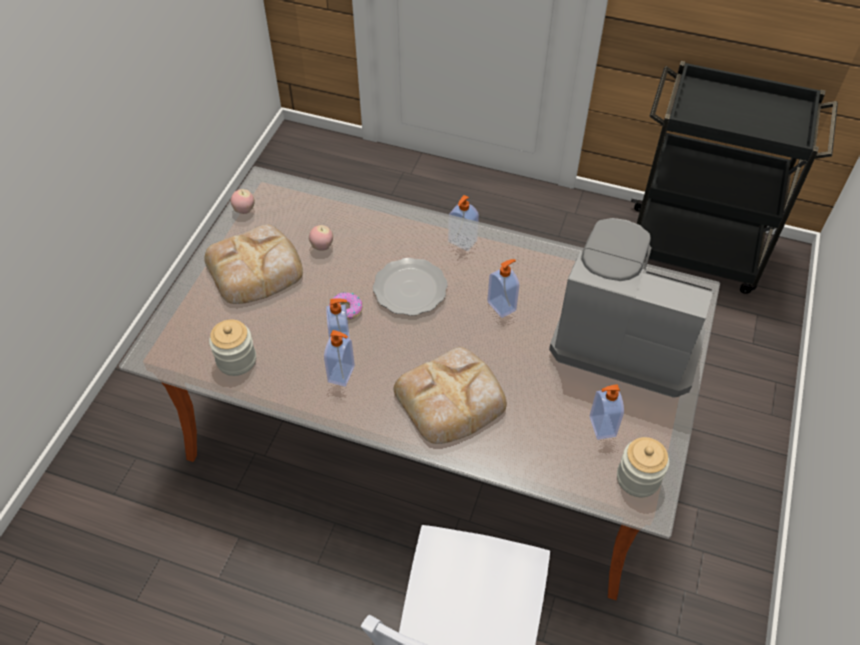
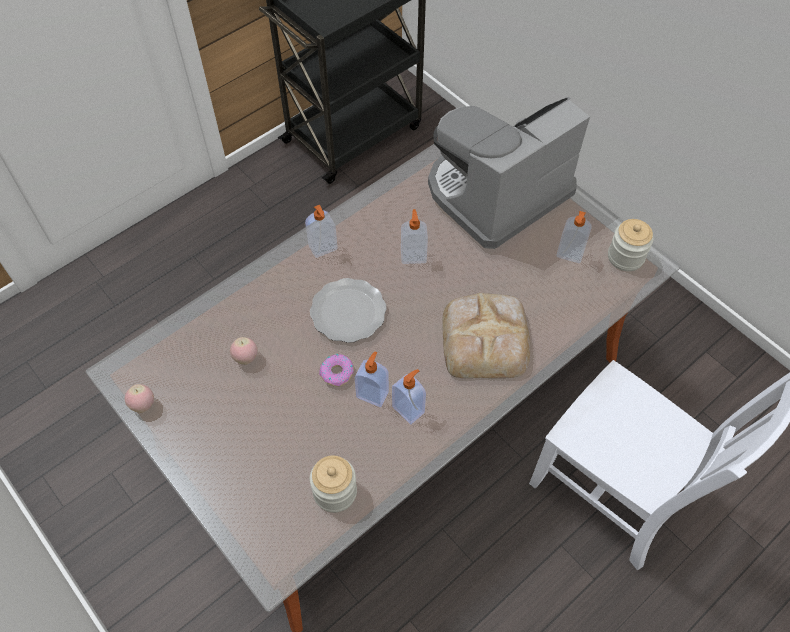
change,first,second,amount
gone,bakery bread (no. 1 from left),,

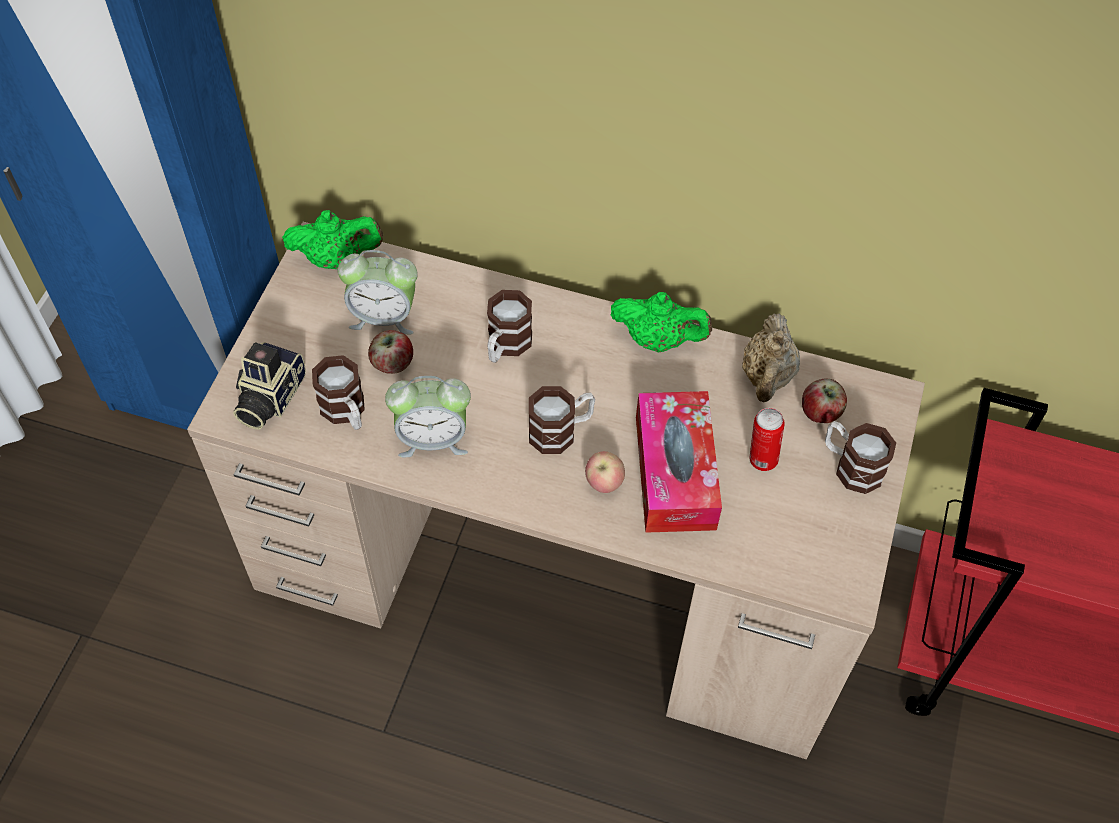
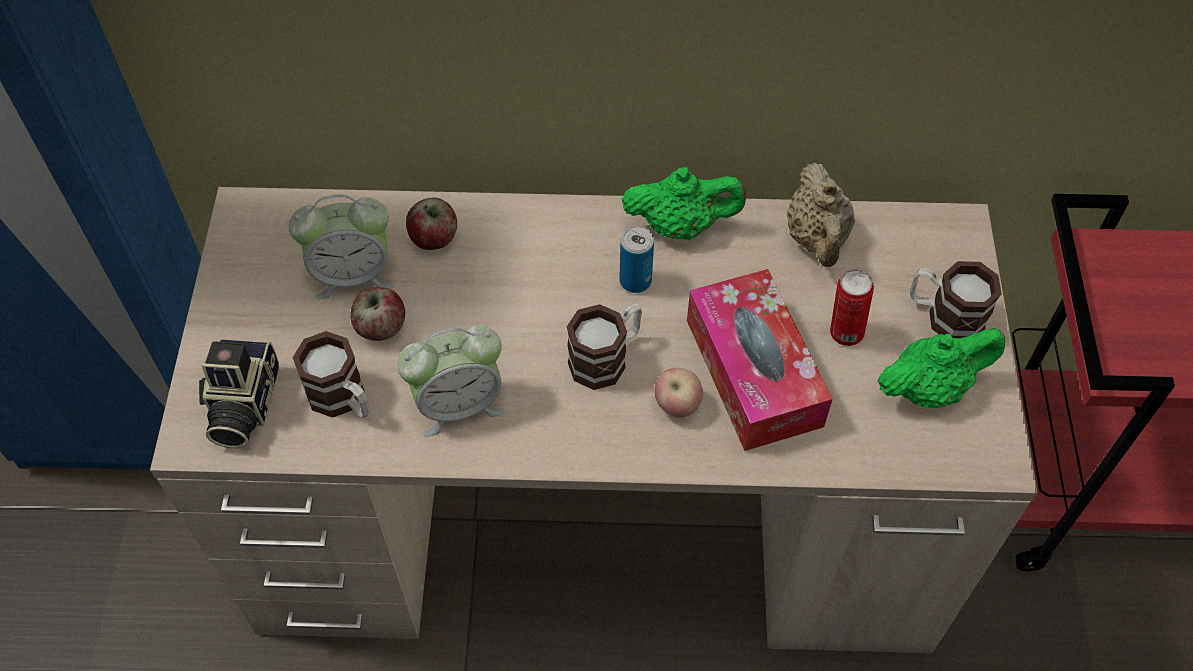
change,first,second,amount
gone,mug (no. 2 from left),,
new,,sealed can (no. 1 from left),
shifted,green-coloured pot for tea (no. 1 from left in the first image),green-coloured pot for tea (no. 2 from left),
shifted,apple (no. 3 from left in the first image),apple (no. 2 from left),

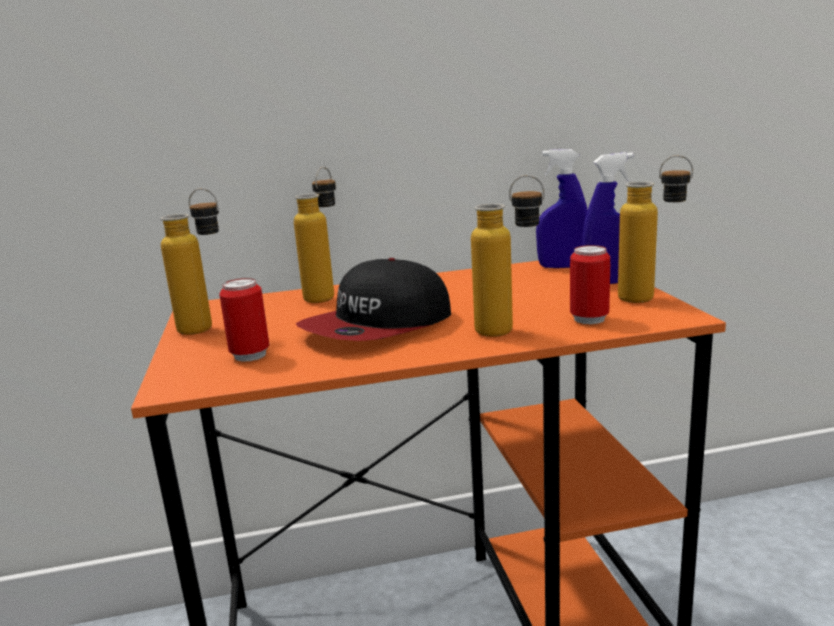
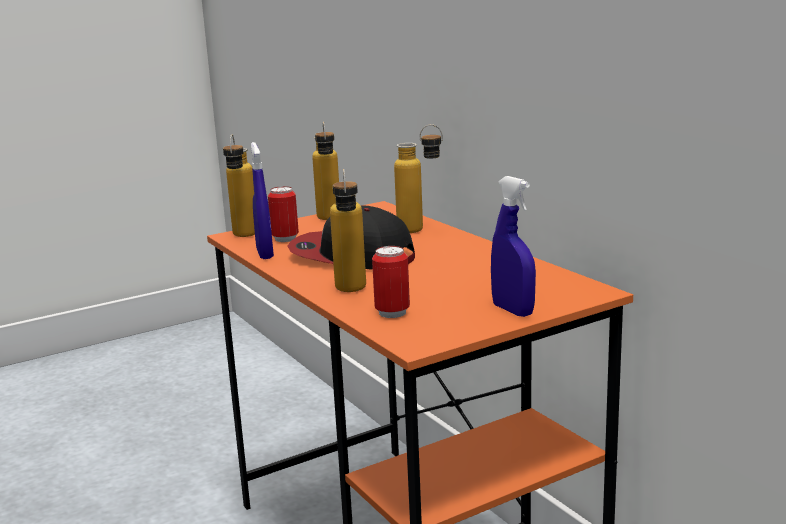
change,first,second,amount
shifted,blue-coloured spray bottle (no. 1 from left),,
shifted,beverage bottle (no. 4 from left in the first image),beverage bottle (no. 1 from left),

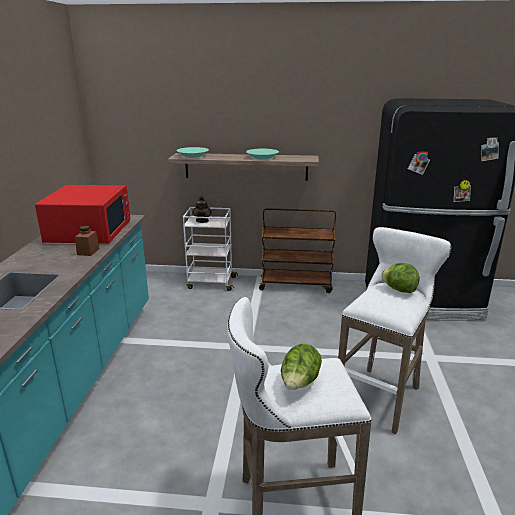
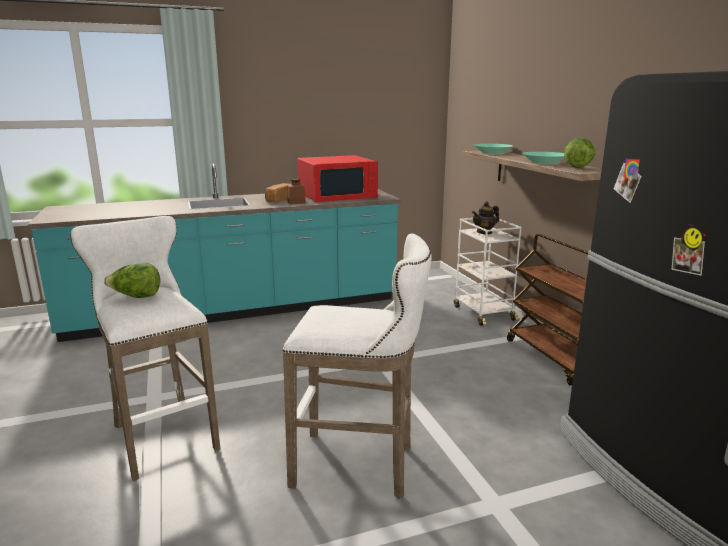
change,first,second,amount
new,,bakery bread,
shifted,lettuce head (no. 2 from left),,

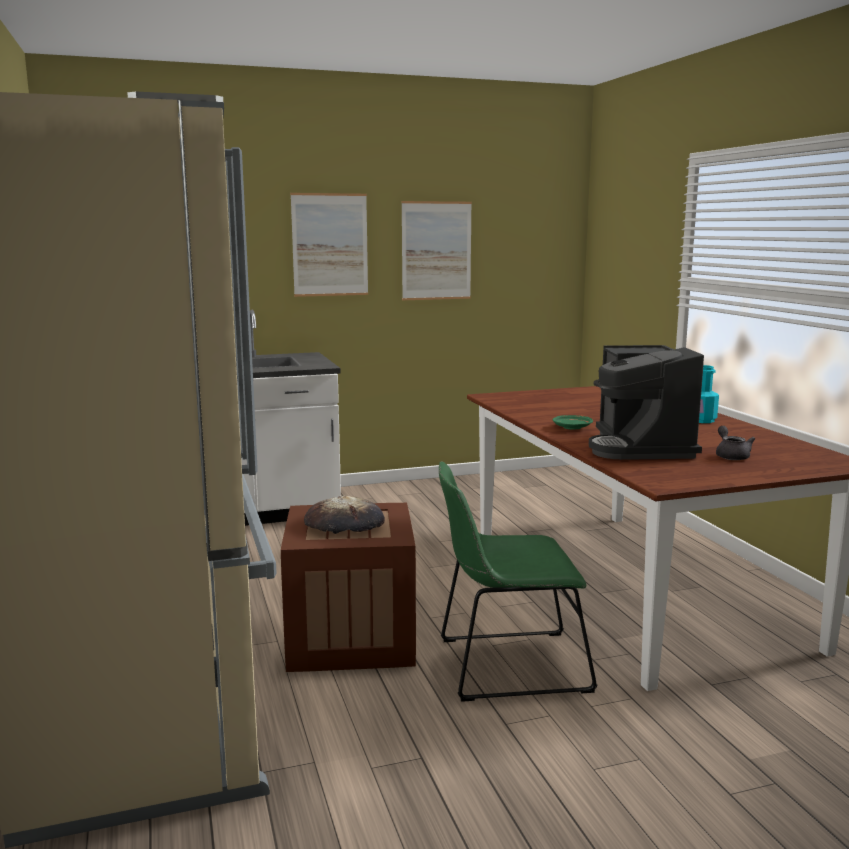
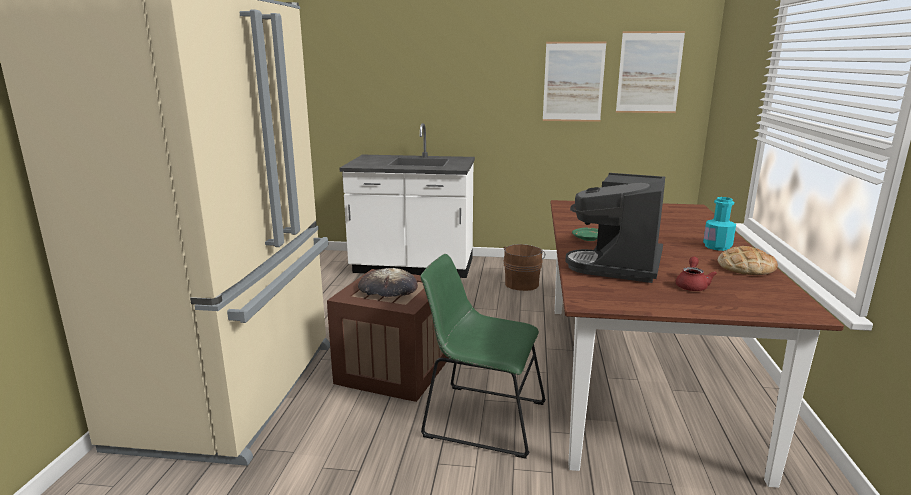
change,first,second,amount
new,,brownish water bucket,
new,,bakery bread (no. 2 from left),
shifted,wall picture (no. 1 from left in the first image),wall picture (no. 2 from left),
repainted,grey pot for tea,reddish pot for tea,

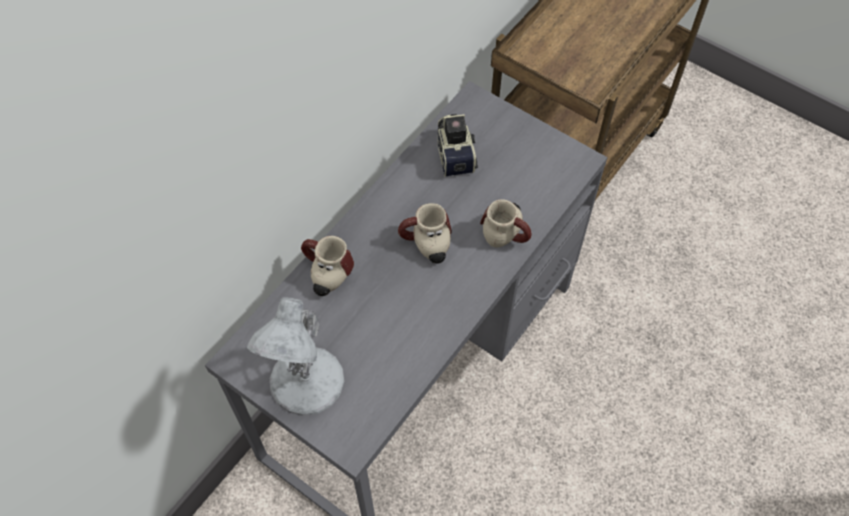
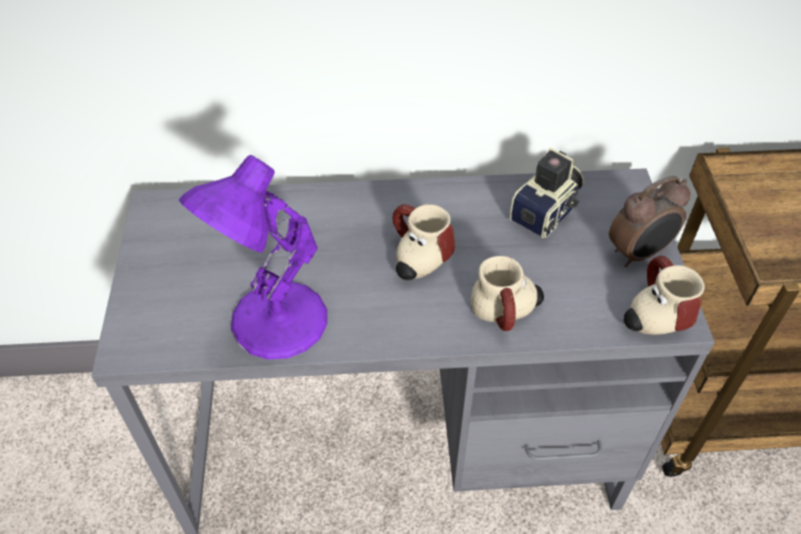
change,first,second,amount
gone,white table lamp,,
new,,purple table lamp,
new,,alarm clock,
shifted,mug (no. 1 from left in the first image),mug (no. 3 from left),

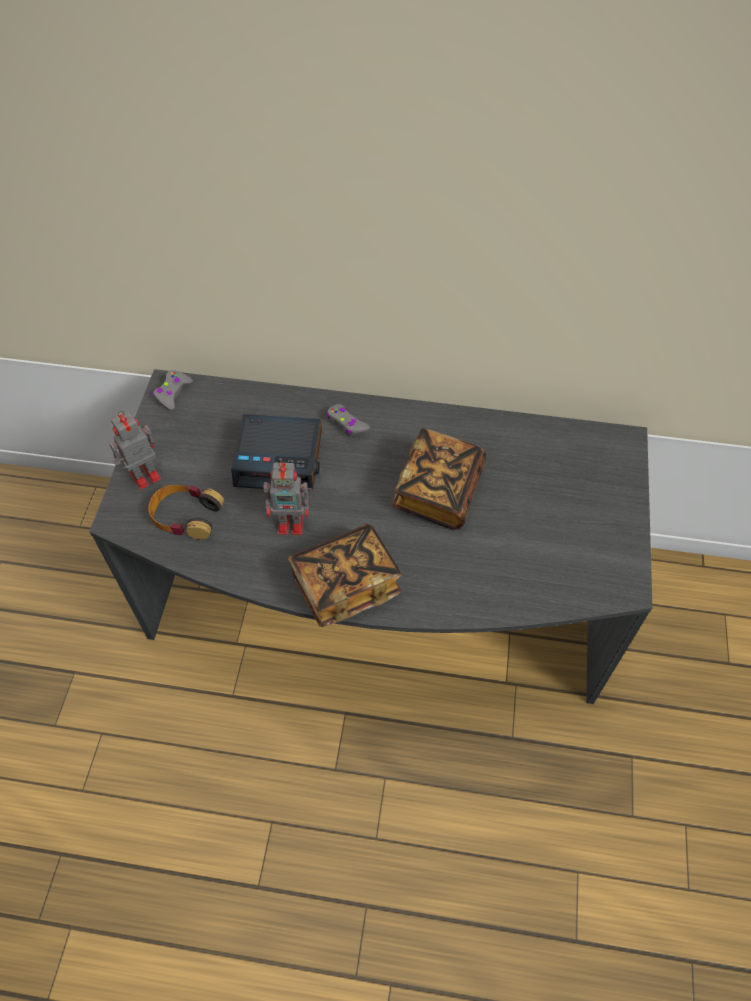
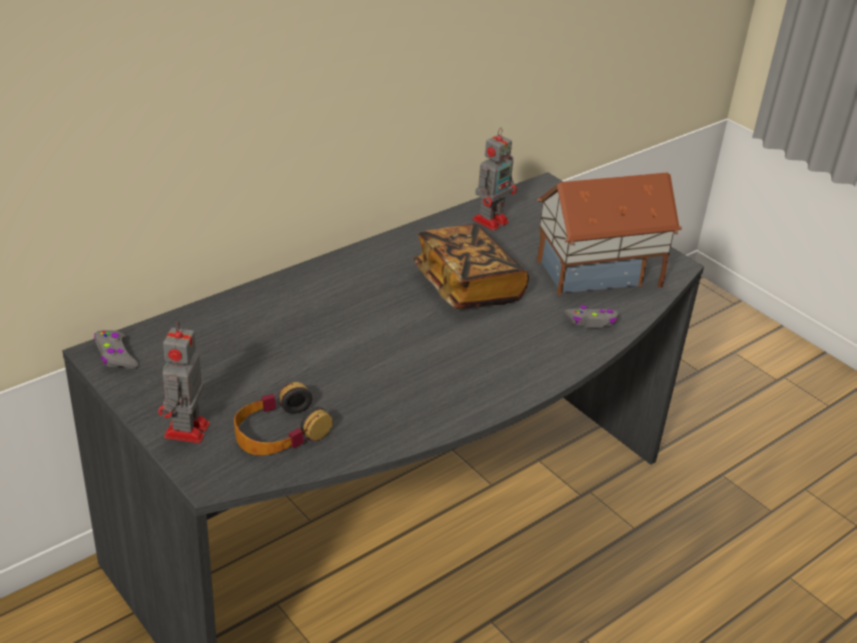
change,first,second,amount
gone,alarm clock,,
gone,volume (no. 1 from left),,
new,,miniature house,
shifted,model robot (no. 2 from left),,
shifted,grey joypad (no. 2 from left),,

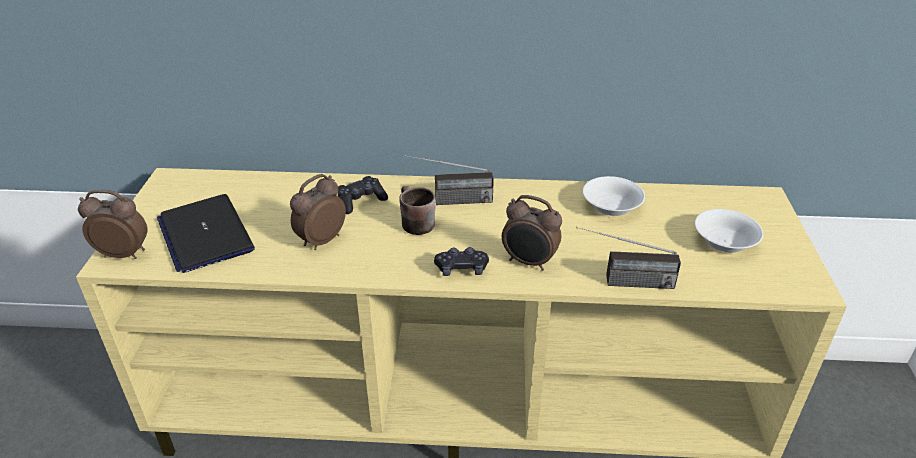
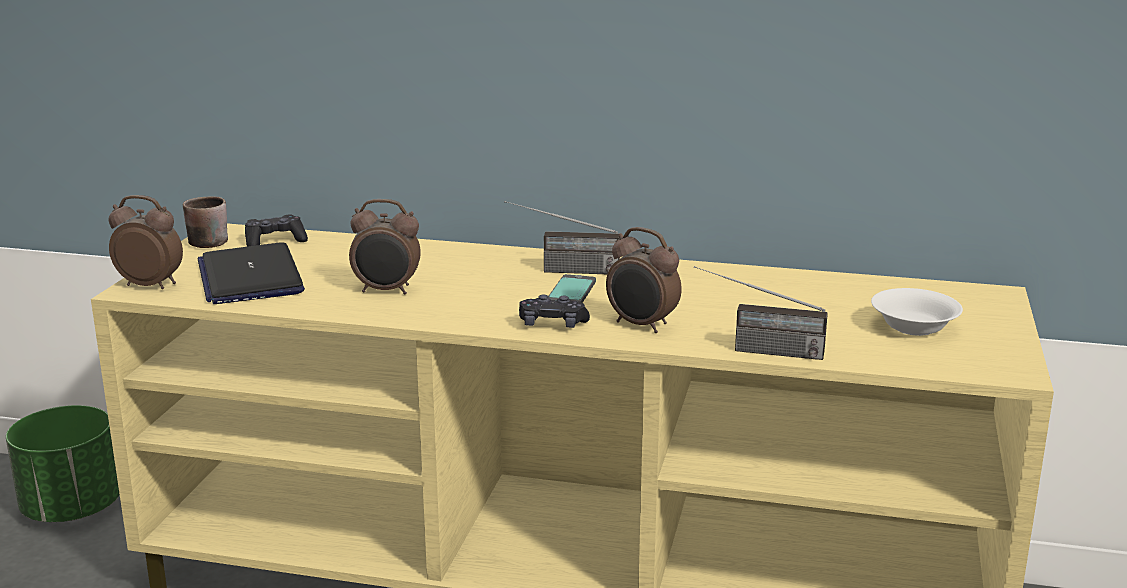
change,first,second,amount
gone,white serving bowl (no. 1 from left),,
new,,green-coloured plant pot,
new,,phone,
shifted,black joypad (no. 1 from left),,
shifted,brownish mug,,
rotated,alarm clock (no. 2 from left),,135 degrees counterclockwise

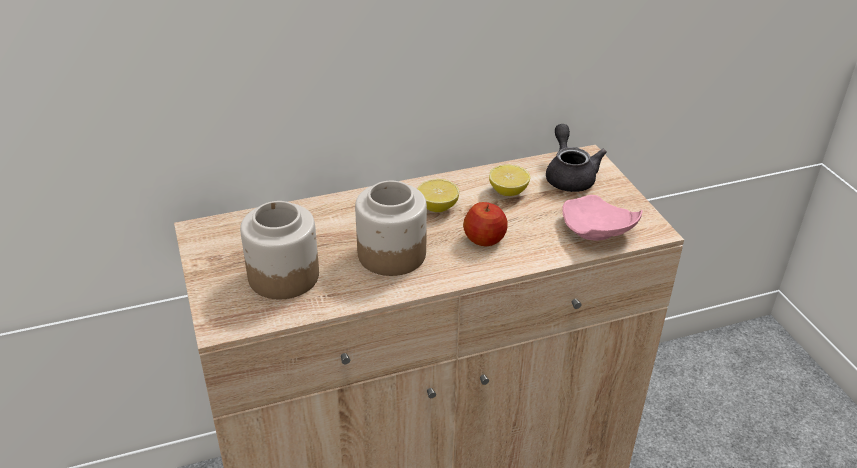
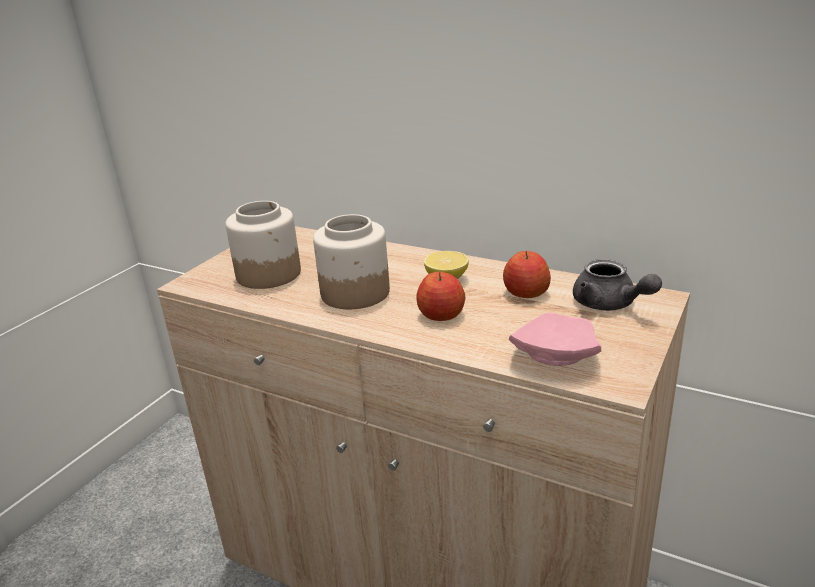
change,first,second,amount
swapped,citrus fruit (no. 2 from left),apple (no. 2 from left),
rotated,grey pot for tea,,105 degrees clockwise

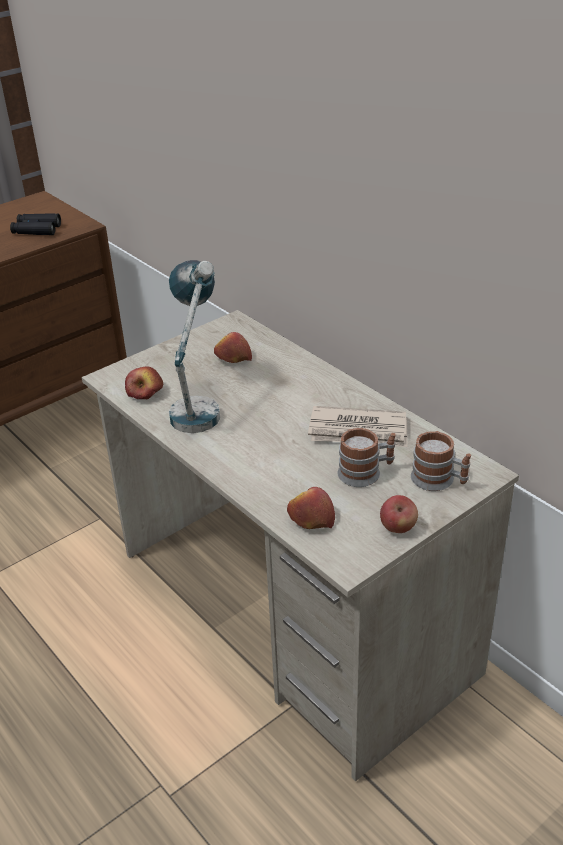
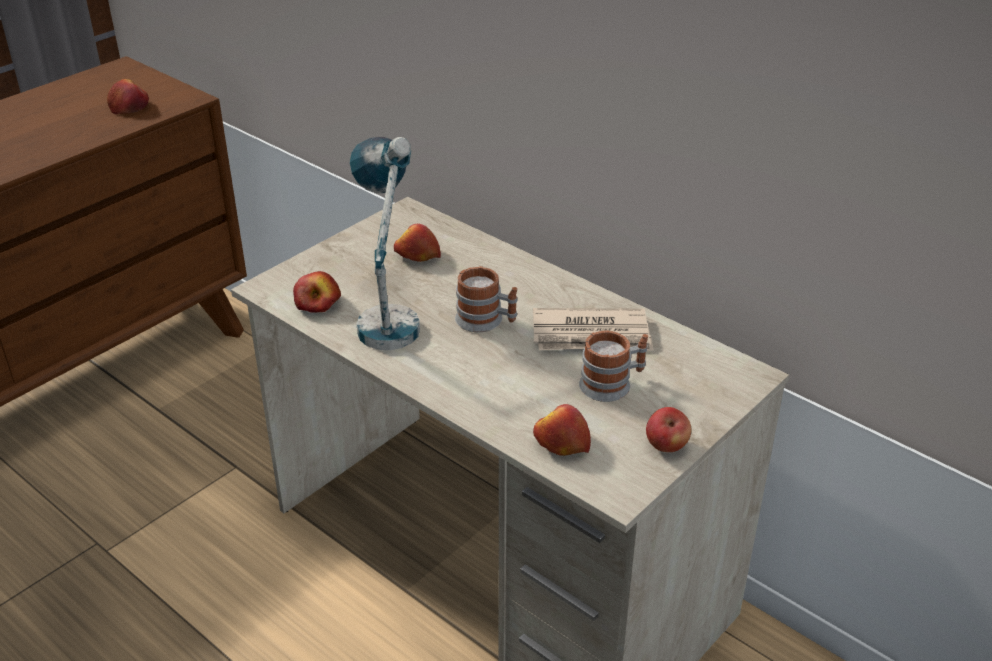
change,first,second,amount
shifted,mug (no. 2 from left in the first image),mug (no. 1 from left),
swapped,black binoculars,apple (no. 1 from left),

